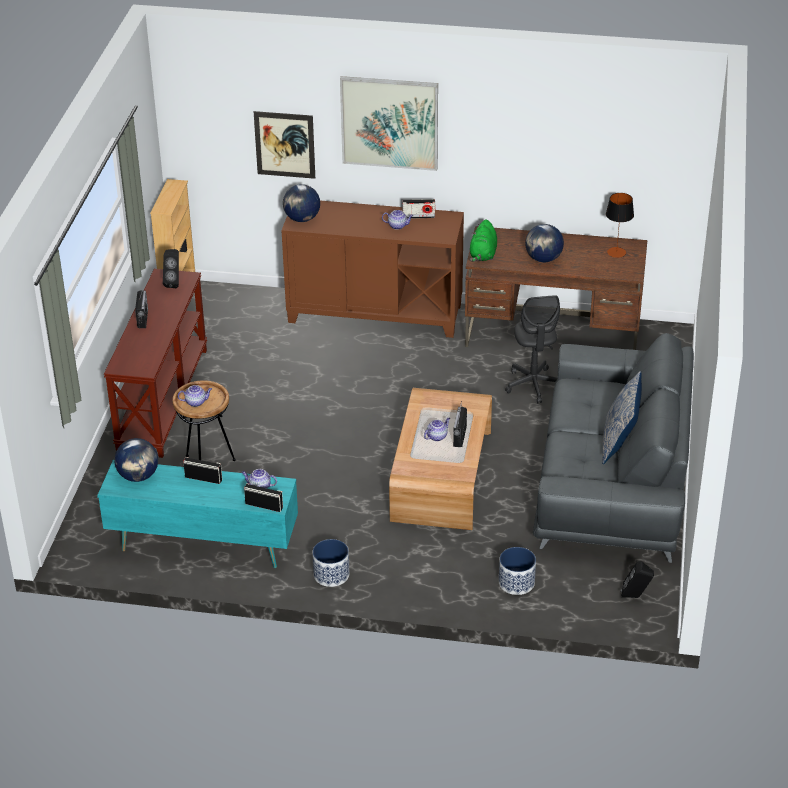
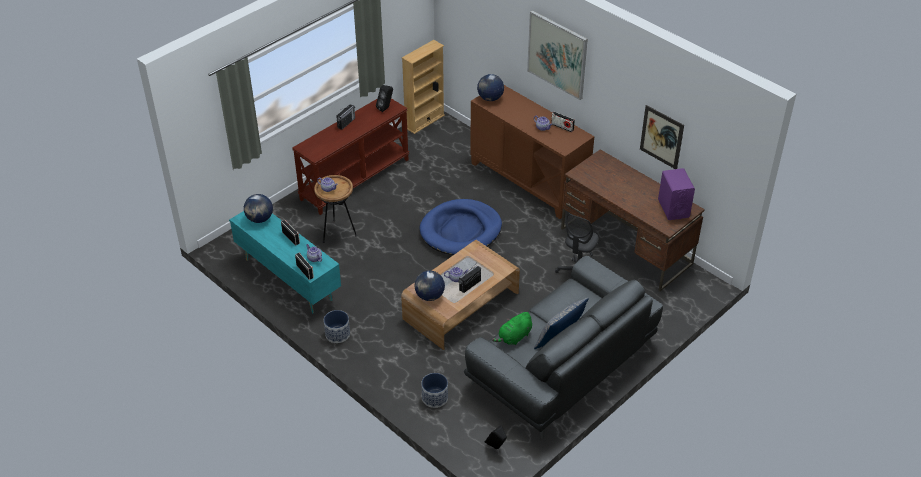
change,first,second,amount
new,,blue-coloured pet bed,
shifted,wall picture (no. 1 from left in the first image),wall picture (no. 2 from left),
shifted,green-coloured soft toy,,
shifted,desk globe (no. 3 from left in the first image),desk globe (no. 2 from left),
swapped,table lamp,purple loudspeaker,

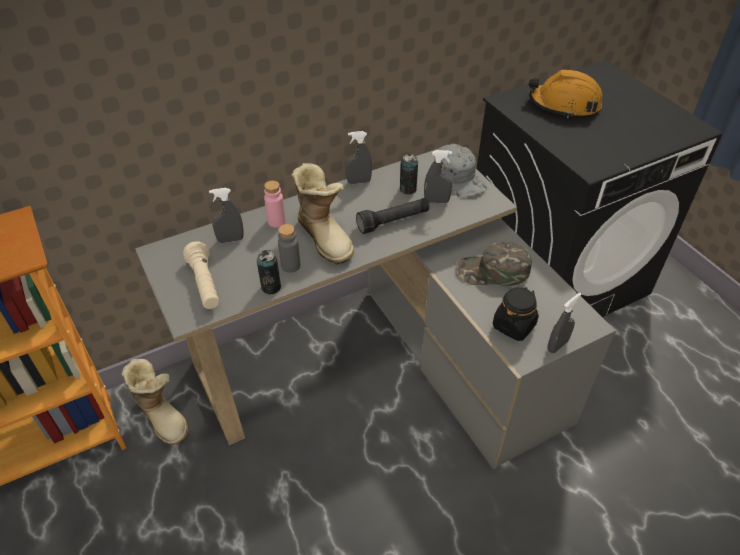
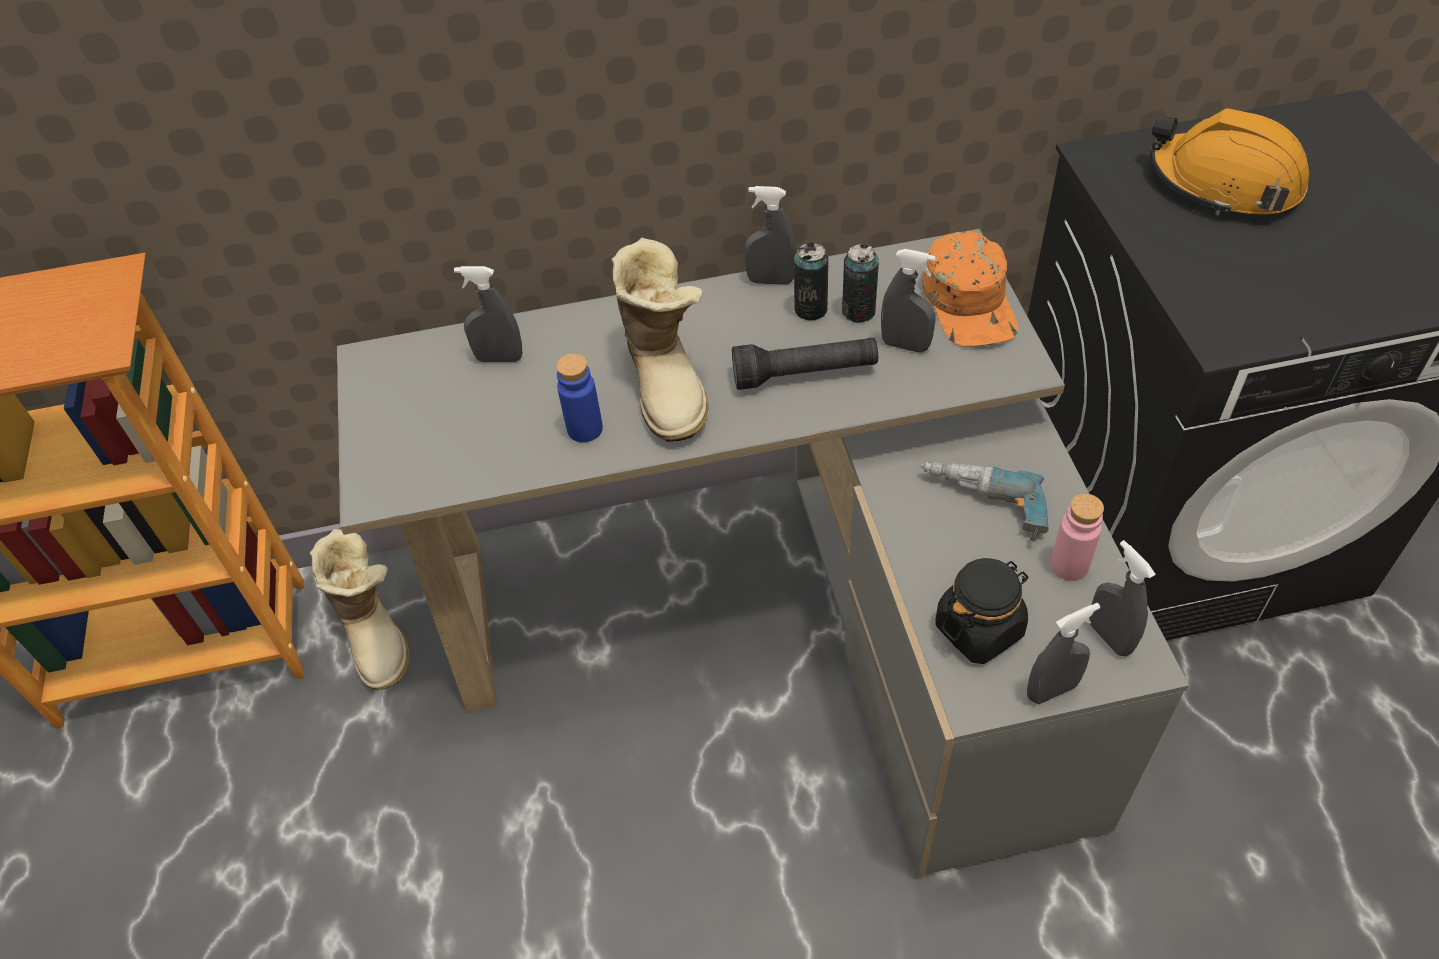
change,first,second,amount
gone,beige flashlight,,
new,,grey spray bottle (no. 5 from left),
shifted,sealed can (no. 1 from left),,
shifted,pinkish beverage bottle,,
swapped,green-coloured baseball cap,drill,
repainted,grey beverage bottle,blue-coloured beverage bottle,
repainted,grey baseball cap,orangey baseball cap,

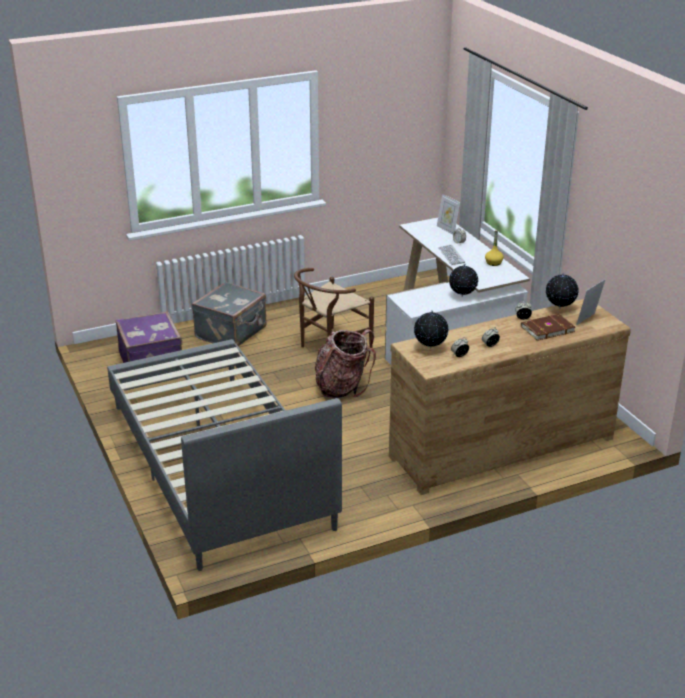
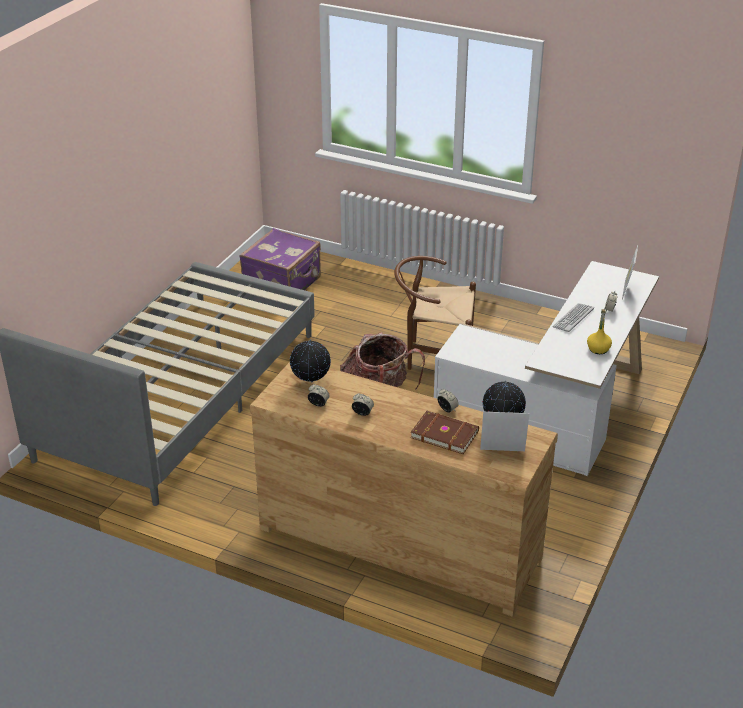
change,first,second,amount
gone,grey piece of luggage,,
gone,desk globe (no. 2 from left),,

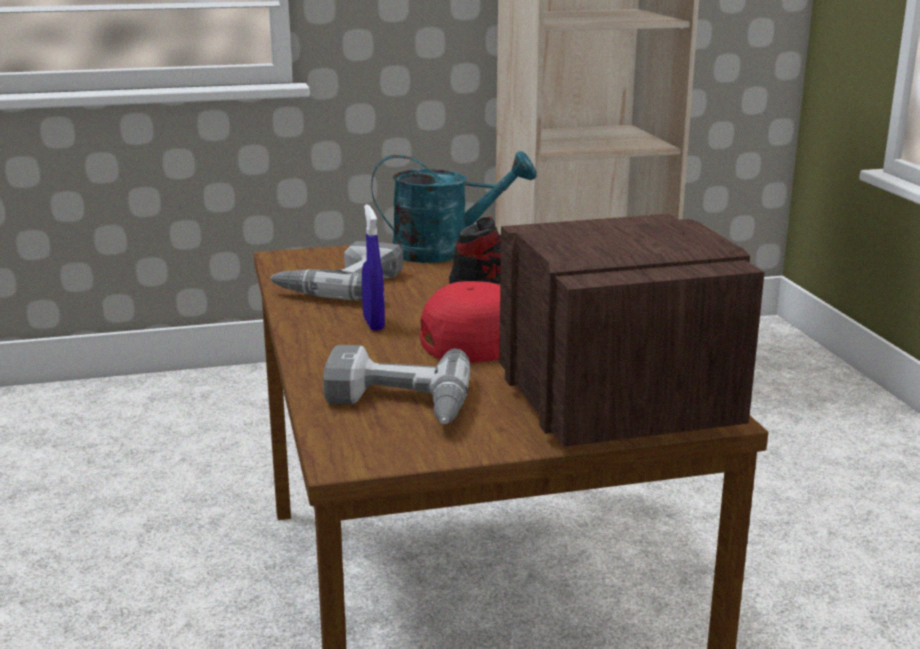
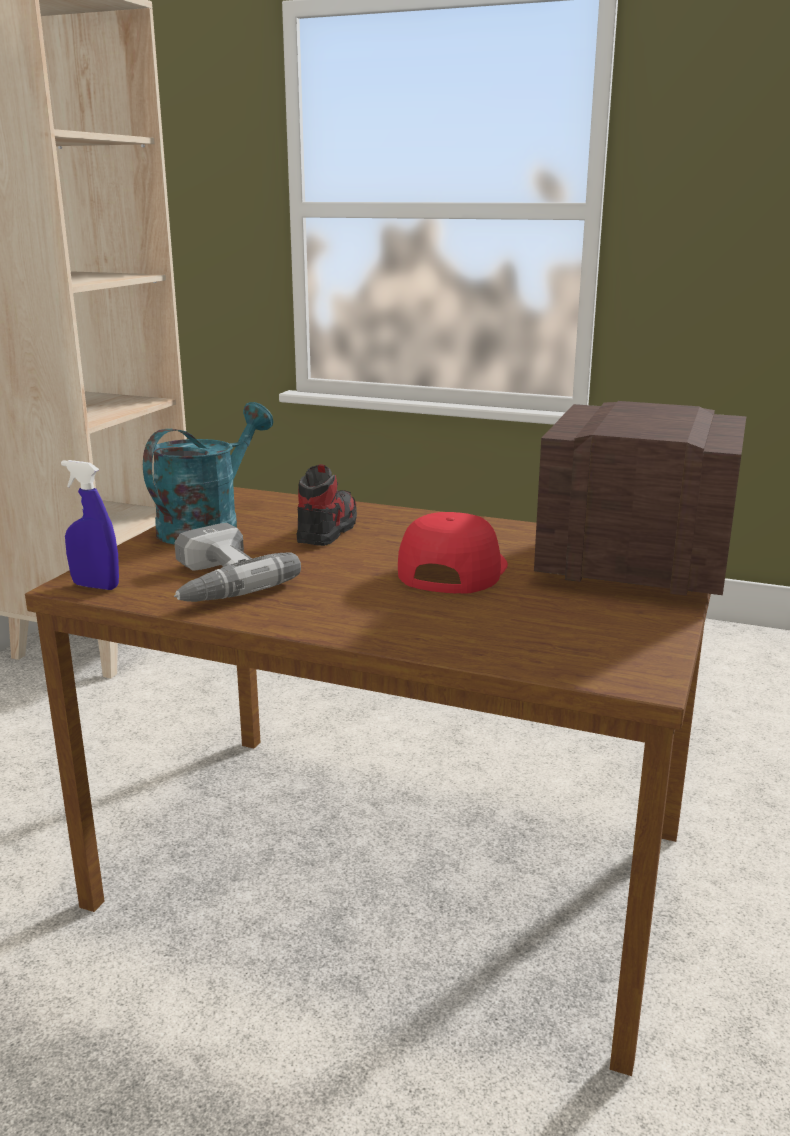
change,first,second,amount
gone,drill (no. 2 from left),,
shifted,blue-coloured spray bottle,,

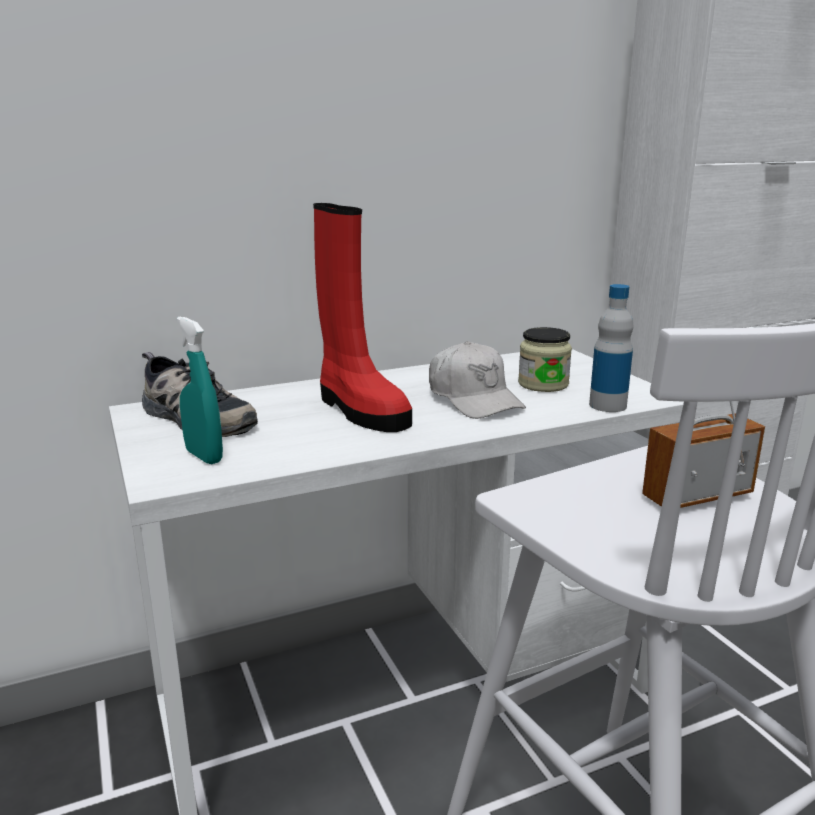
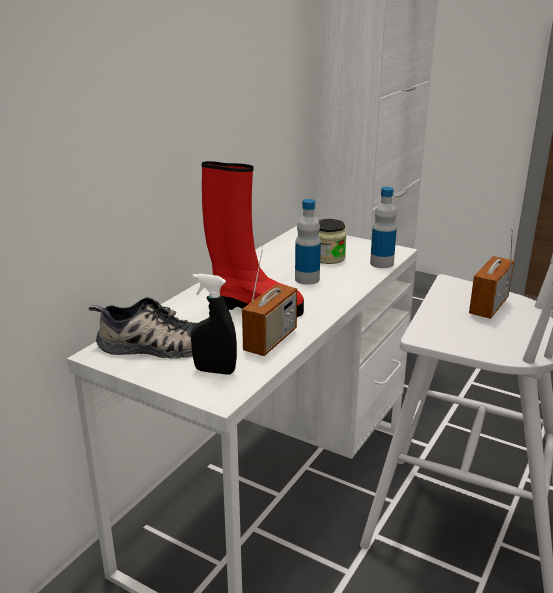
change,first,second,amount
new,,radio set (no. 1 from left),
swapped,white baseball cap,beverage bottle (no. 1 from left),
repainted,turquoise-coloured spray bottle,black spray bottle,

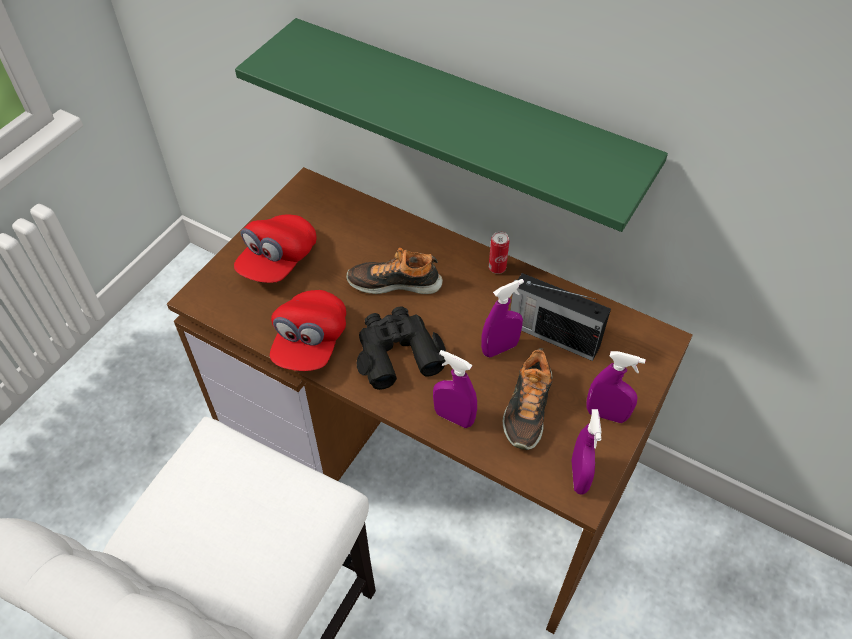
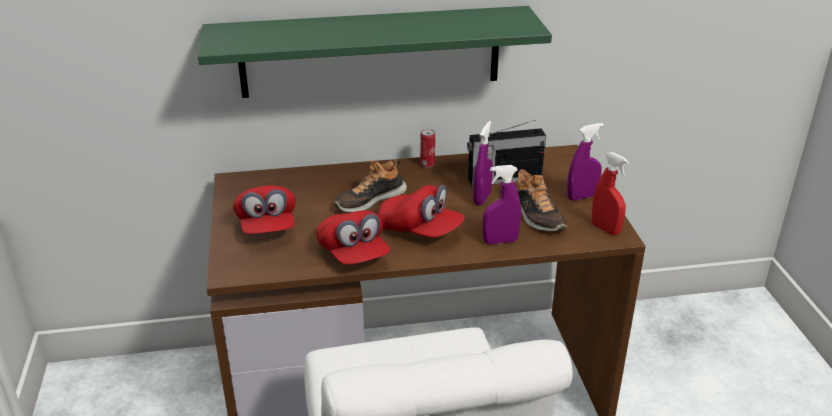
change,first,second,amount
swapped,black binoculars,reddish baseball cap (no. 3 from left),
repainted,purple spray bottle (no. 3 from left),reddish spray bottle,

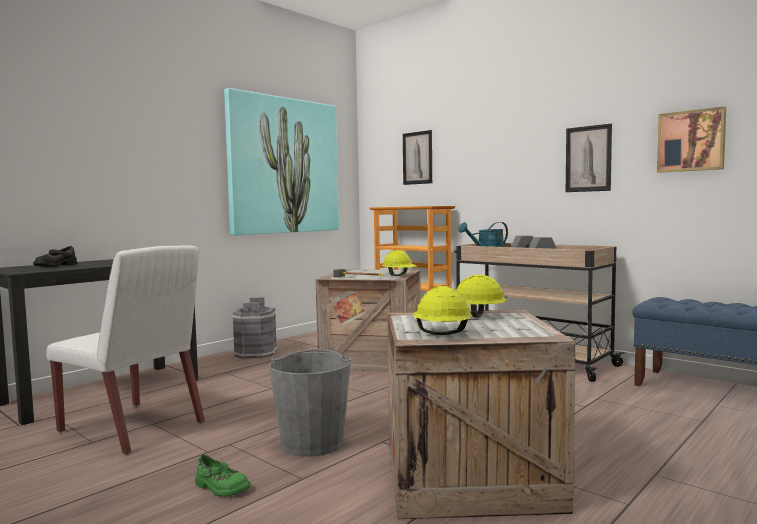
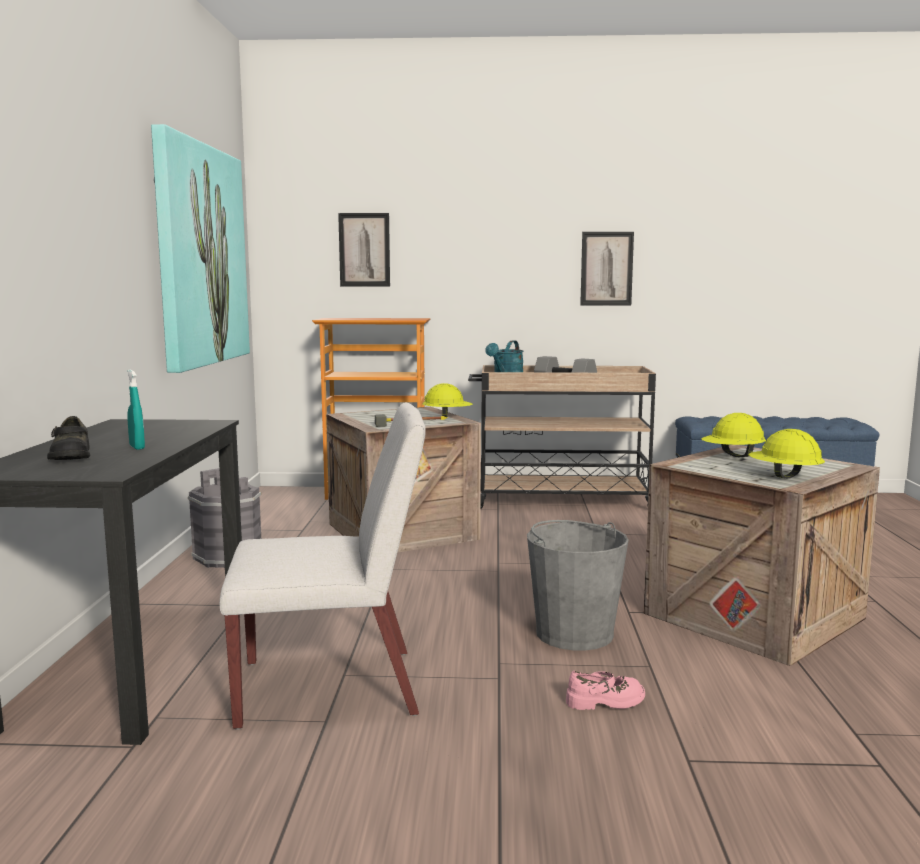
change,first,second,amount
gone,wall picture (no. 4 from left),,
new,,turquoise-coloured spray bottle,
repainted,green-coloured shoe,pinkish shoe,

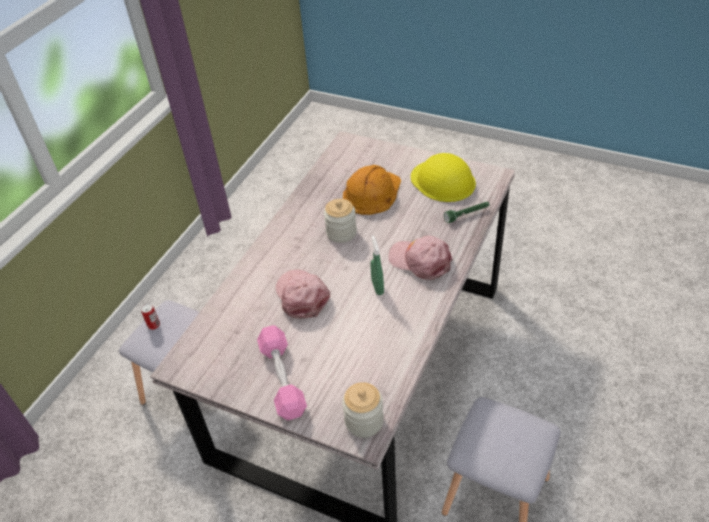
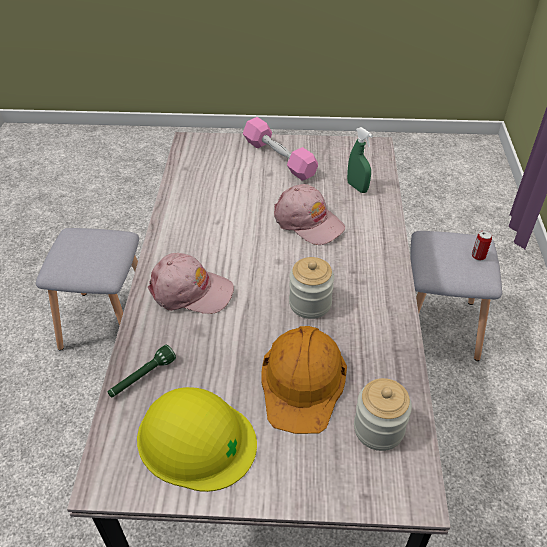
change,first,second,amount
shifted,storage jar (no. 2 from left),,
shifted,green-coloured spray bottle,,

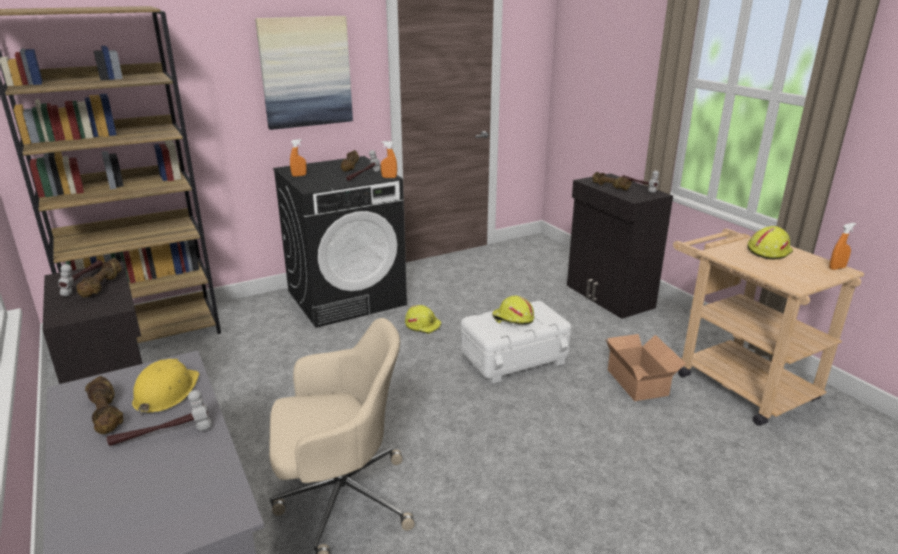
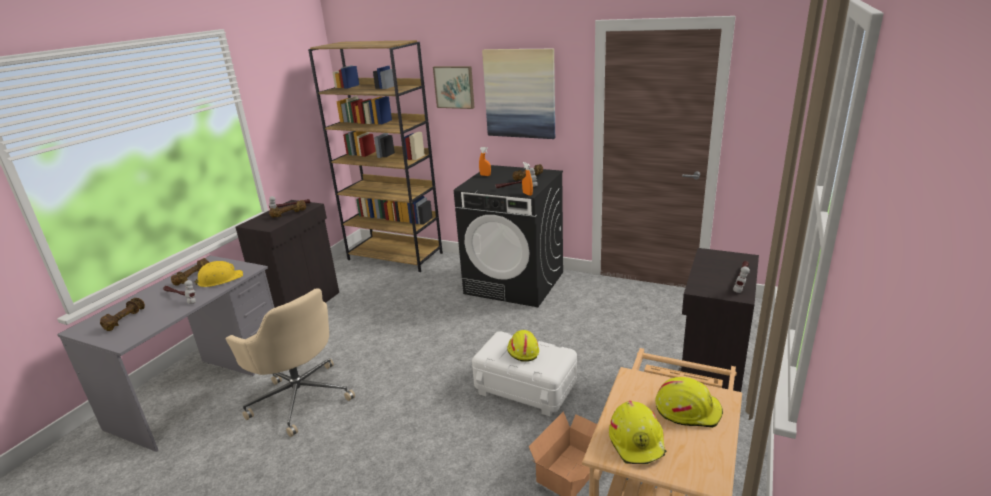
change,first,second,amount
gone,orangey spray bottle (no. 3 from left),,
new,,wall picture (no. 1 from left),
shifted,yellow work helmet (no. 2 from left in the first image),yellow work helmet (no. 3 from left),
shifted,brownish free weight (no. 4 from left in the first image),brownish free weight (no. 1 from left),

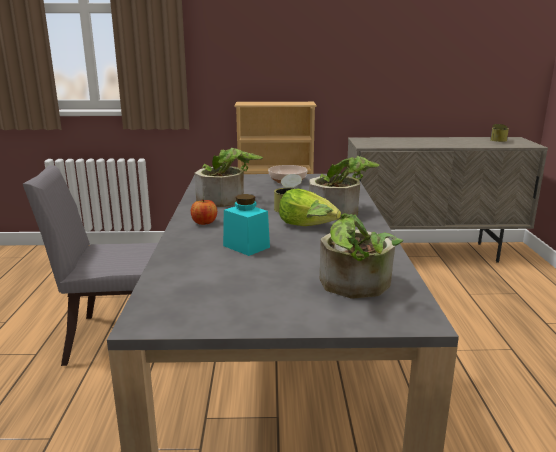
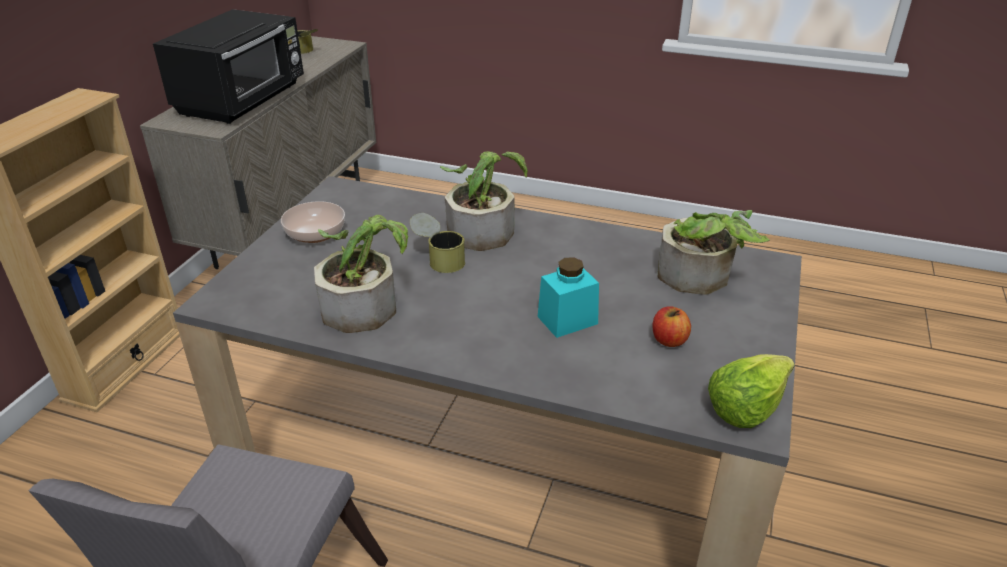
change,first,second,amount
new,,black microwave,
shifted,apple,,
shifted,lettuce head,,

